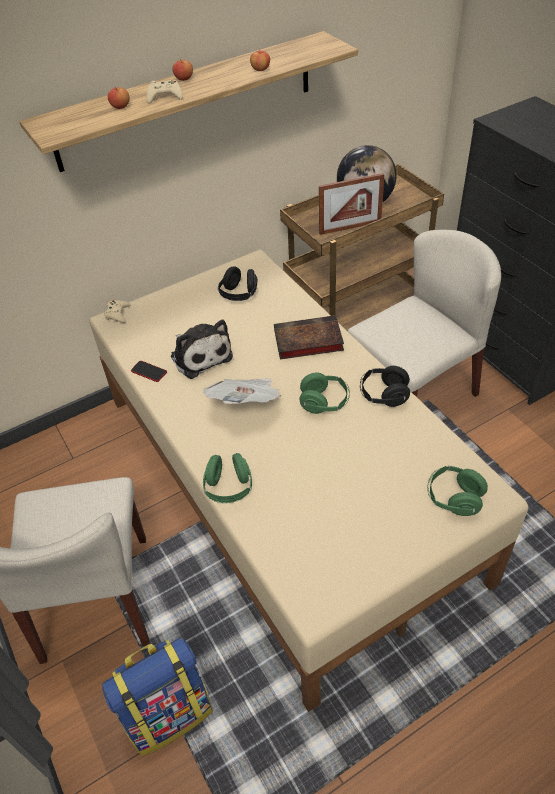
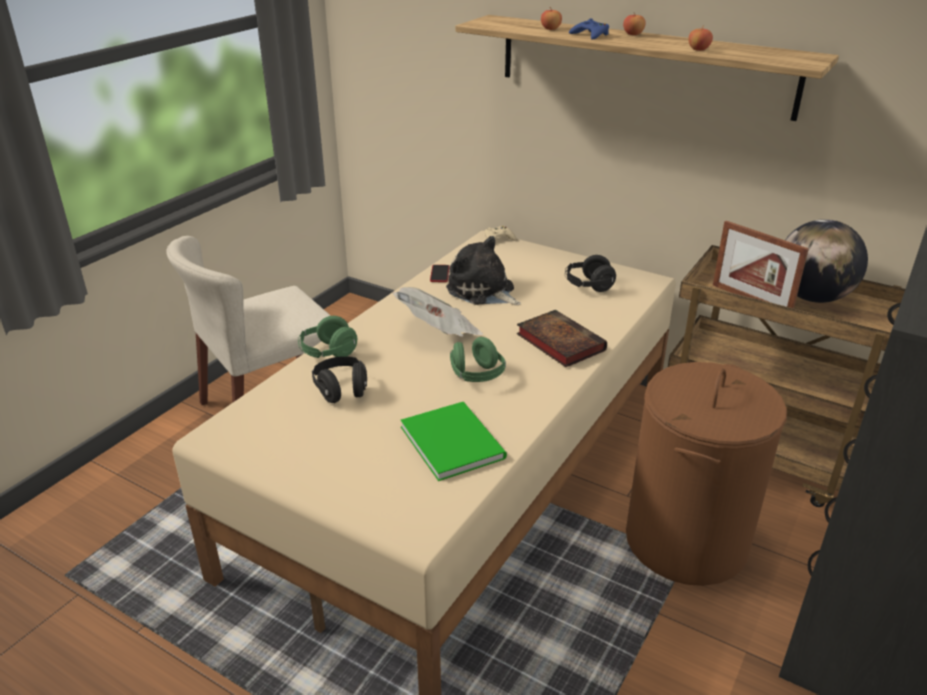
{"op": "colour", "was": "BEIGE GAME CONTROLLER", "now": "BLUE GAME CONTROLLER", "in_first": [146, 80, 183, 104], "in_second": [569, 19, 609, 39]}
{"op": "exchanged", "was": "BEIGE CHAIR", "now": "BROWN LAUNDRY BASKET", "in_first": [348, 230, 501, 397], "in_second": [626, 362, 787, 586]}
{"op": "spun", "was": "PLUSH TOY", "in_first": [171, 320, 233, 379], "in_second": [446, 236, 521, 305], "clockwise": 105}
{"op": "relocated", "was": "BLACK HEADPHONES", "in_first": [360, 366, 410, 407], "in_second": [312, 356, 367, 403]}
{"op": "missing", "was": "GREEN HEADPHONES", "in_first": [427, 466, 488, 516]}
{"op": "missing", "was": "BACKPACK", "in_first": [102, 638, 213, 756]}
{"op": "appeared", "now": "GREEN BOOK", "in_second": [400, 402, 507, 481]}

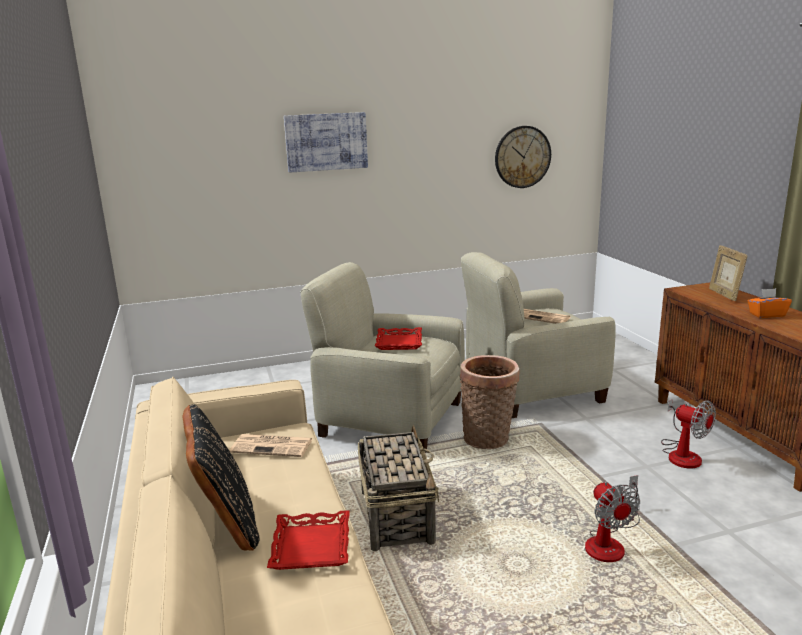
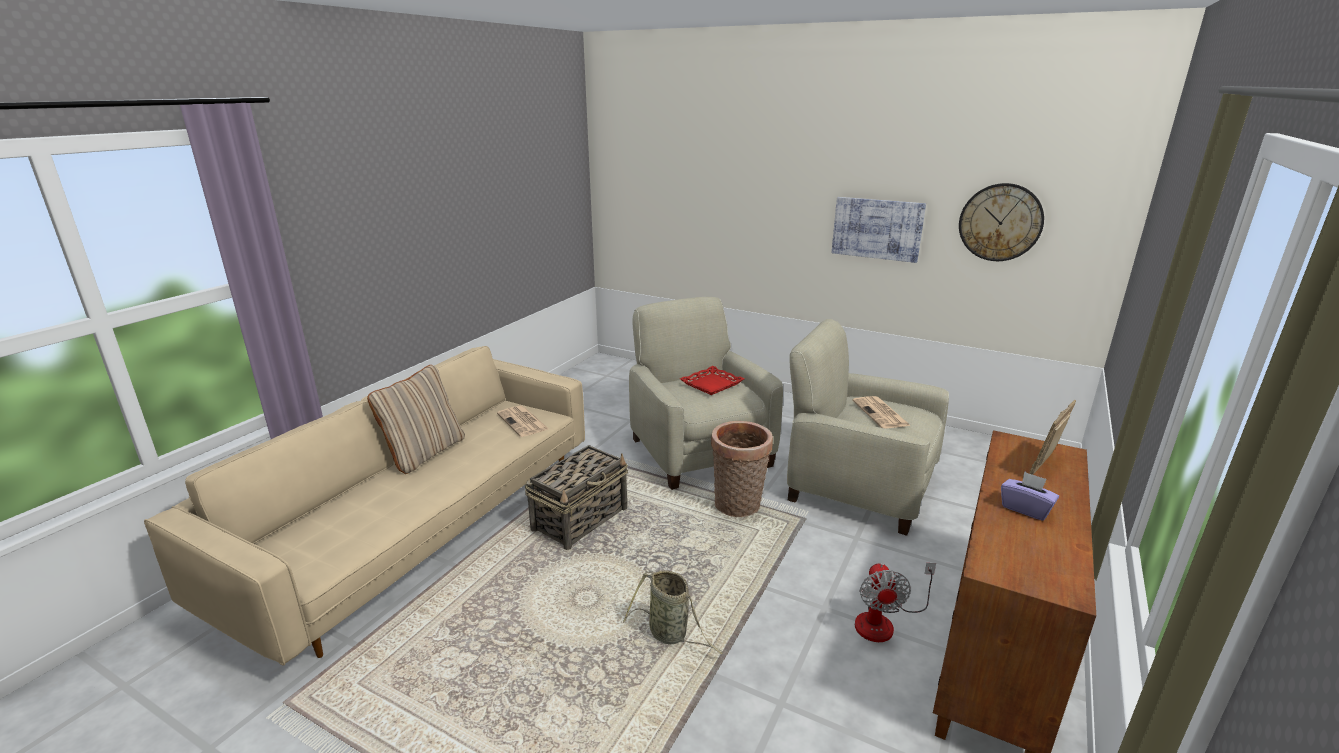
{"op": "relocated", "was": "PICTURE", "in_first": [284, 112, 368, 173], "in_second": [832, 197, 926, 263]}
{"op": "colour", "was": "ORANGE TISSUE BOX", "now": "PURPLE TISSUE BOX", "in_first": [748, 288, 792, 318], "in_second": [1001, 471, 1059, 521]}
{"op": "colour", "was": "BLACK PILLOW", "now": "BEIGE PILLOW", "in_first": [183, 404, 260, 551], "in_second": [367, 365, 465, 474]}
{"op": "exchanged", "was": "FAN", "now": "BASKET", "in_first": [585, 475, 640, 562], "in_second": [623, 570, 723, 654]}
{"op": "missing", "was": "RED TRAY", "in_first": [267, 510, 349, 570]}

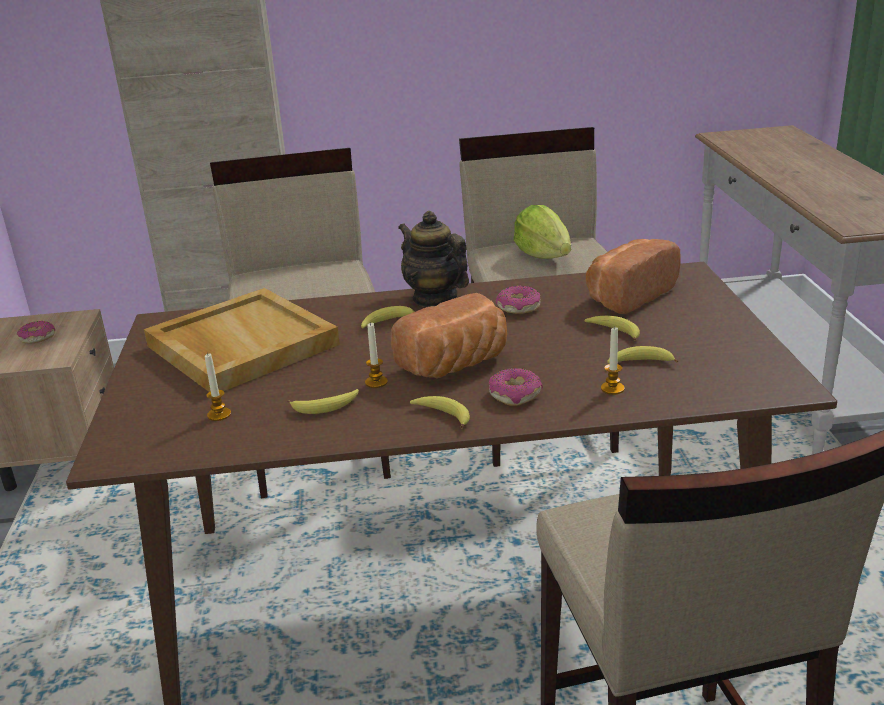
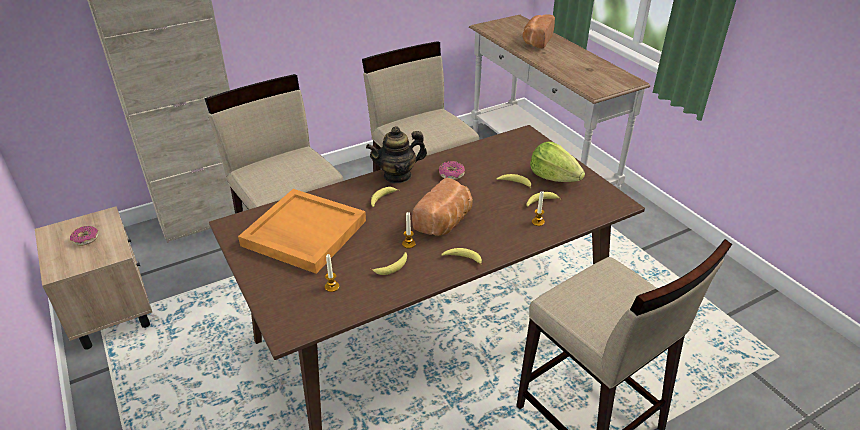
{"op": "relocated", "was": "LETTUCE", "in_first": [513, 205, 571, 259], "in_second": [530, 142, 585, 182]}
{"op": "spun", "was": "TEAPOT", "in_first": [398, 211, 469, 307], "in_second": [366, 126, 427, 183], "clockwise": -45}
{"op": "relocated", "was": "BREAD", "in_first": [586, 239, 681, 314], "in_second": [523, 14, 555, 49]}
{"op": "colour", "was": "BEIGE TRAY", "now": "ORANGE TRAY", "in_first": [144, 288, 340, 392], "in_second": [238, 189, 366, 274]}
{"op": "missing", "was": "DONUT", "in_first": [489, 368, 543, 406]}

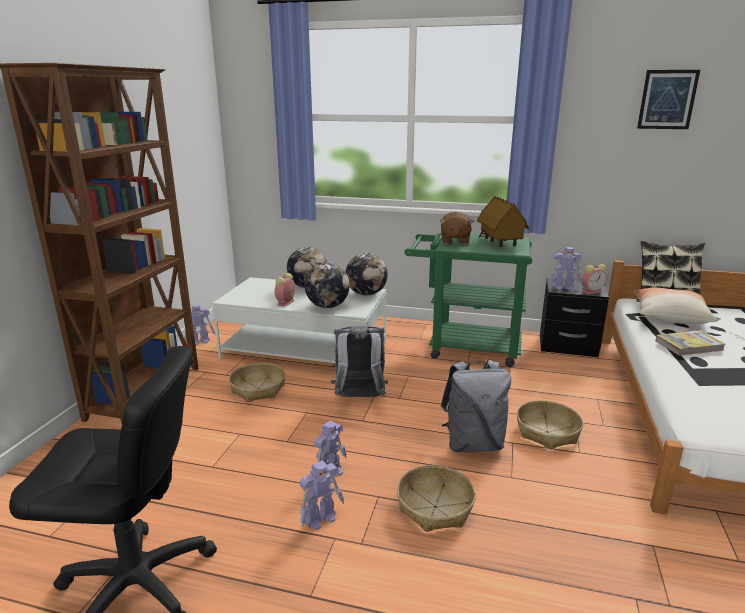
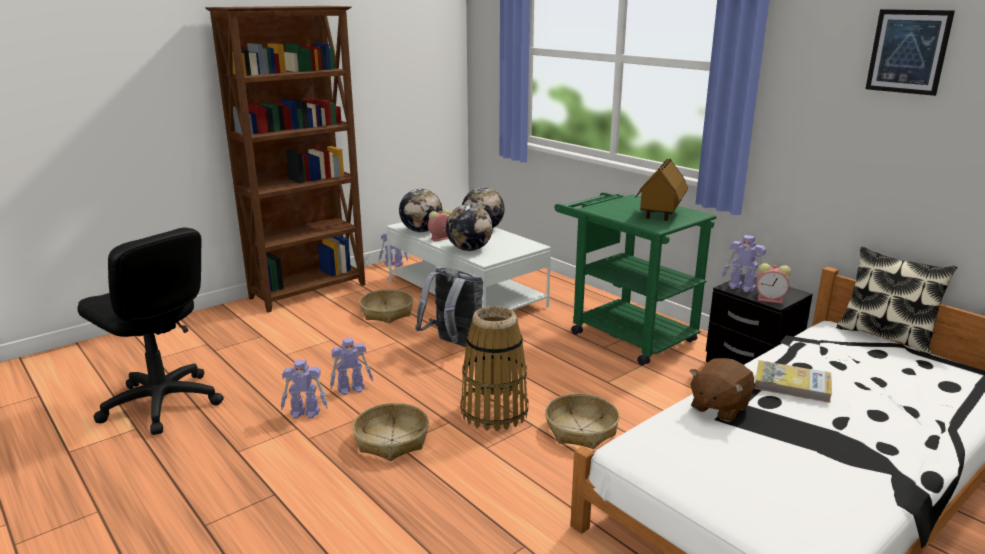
{"op": "relocated", "was": "BROWN PLUSH TOY", "in_first": [440, 212, 474, 245], "in_second": [690, 358, 754, 422]}
{"op": "relocated", "was": "GLOBE", "in_first": [346, 253, 388, 296], "in_second": [399, 189, 442, 232]}
{"op": "missing", "was": "PILLOW", "in_first": [634, 288, 718, 324]}
{"op": "exchanged", "was": "GREY BACKPACK", "now": "BASKET", "in_first": [441, 360, 511, 452], "in_second": [460, 306, 528, 431]}

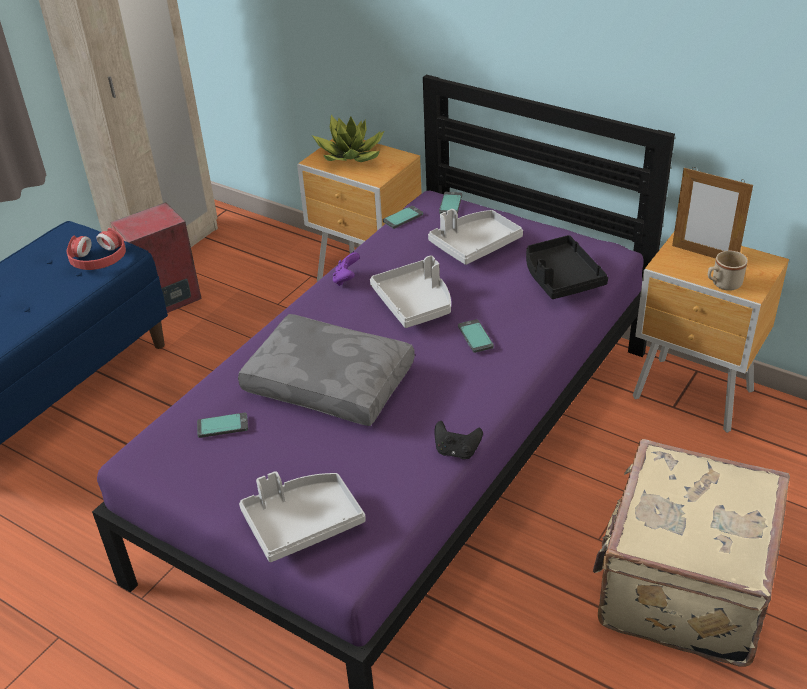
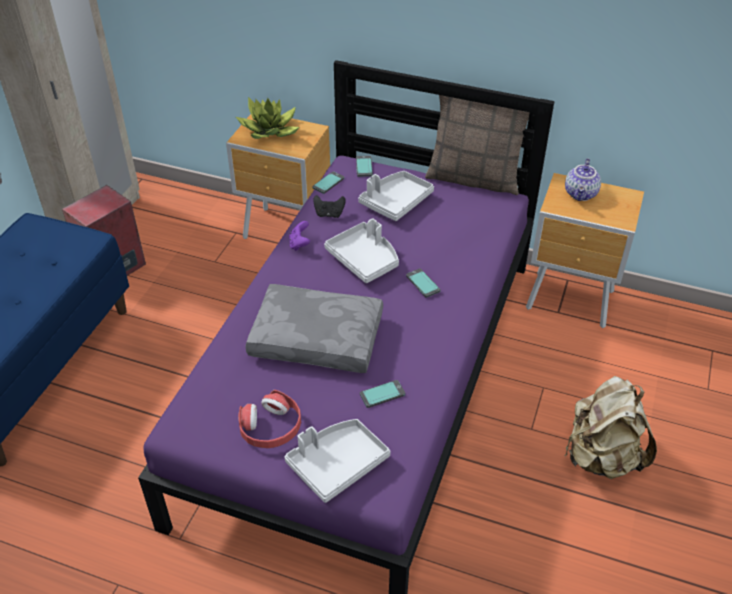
{"op": "exchanged", "was": "PICTURE FRAME", "now": "TEAPOT", "in_first": [672, 168, 753, 259], "in_second": [565, 158, 601, 201]}
{"op": "relocated", "was": "RED HEADPHONES", "in_first": [67, 228, 126, 270], "in_second": [238, 390, 301, 448]}
{"op": "missing", "was": "BLACK TRAY", "in_first": [526, 235, 608, 299]}
{"op": "missing", "was": "BEIGE MUG", "in_first": [708, 251, 748, 291]}
{"op": "relocated", "was": "PHONE", "in_first": [197, 412, 248, 438], "in_second": [360, 380, 405, 408]}
{"op": "relocated", "was": "BLACK GAME CONTROLLER", "in_first": [435, 421, 483, 459], "in_second": [313, 195, 346, 218]}
{"op": "exchanged", "was": "BEIGE SUITCASE", "now": "BEIGE BACKPACK", "in_first": [593, 439, 790, 667], "in_second": [564, 376, 657, 479]}
{"op": "appeared", "now": "PILLOW", "in_second": [425, 95, 530, 195]}

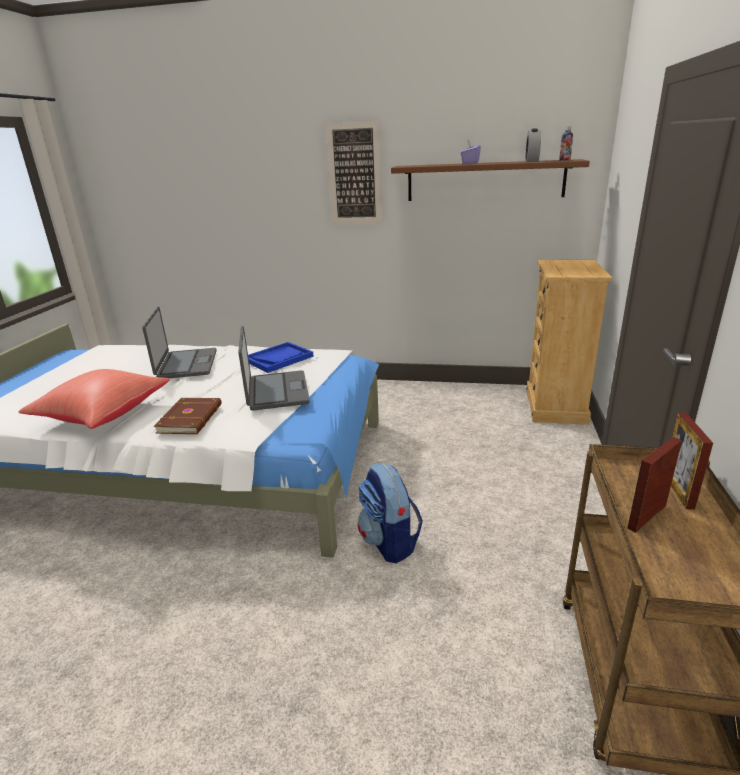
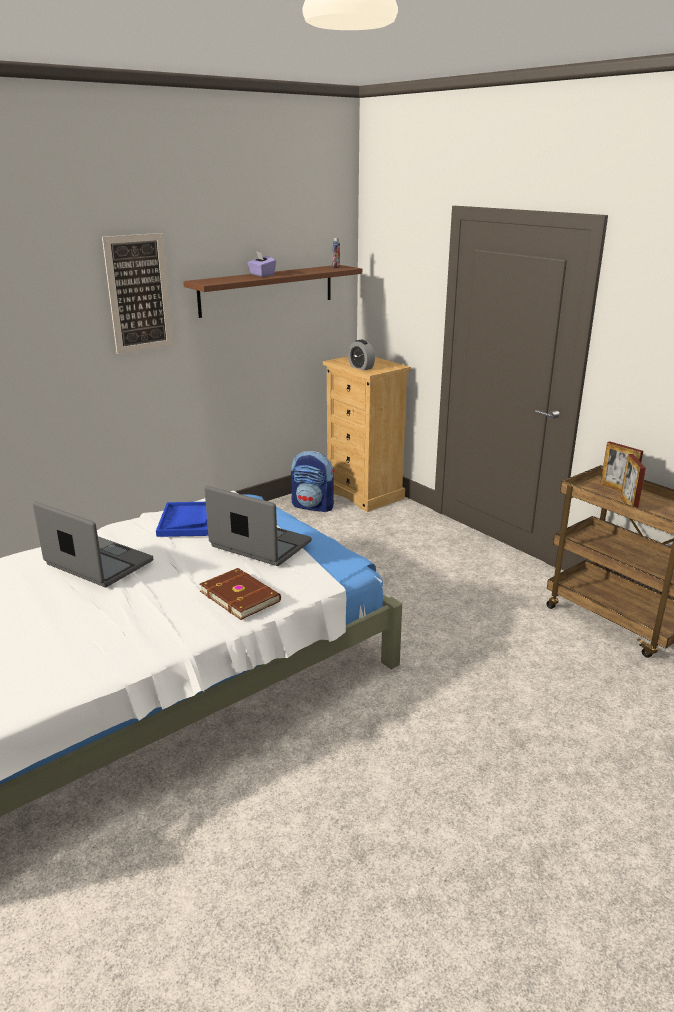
{"op": "relocated", "was": "ALARM CLOCK", "in_first": [525, 128, 541, 162], "in_second": [348, 340, 375, 370]}
{"op": "missing", "was": "RED PILLOW", "in_first": [19, 369, 170, 429]}
{"op": "relocated", "was": "BACKPACK", "in_first": [358, 462, 423, 563], "in_second": [291, 451, 335, 512]}

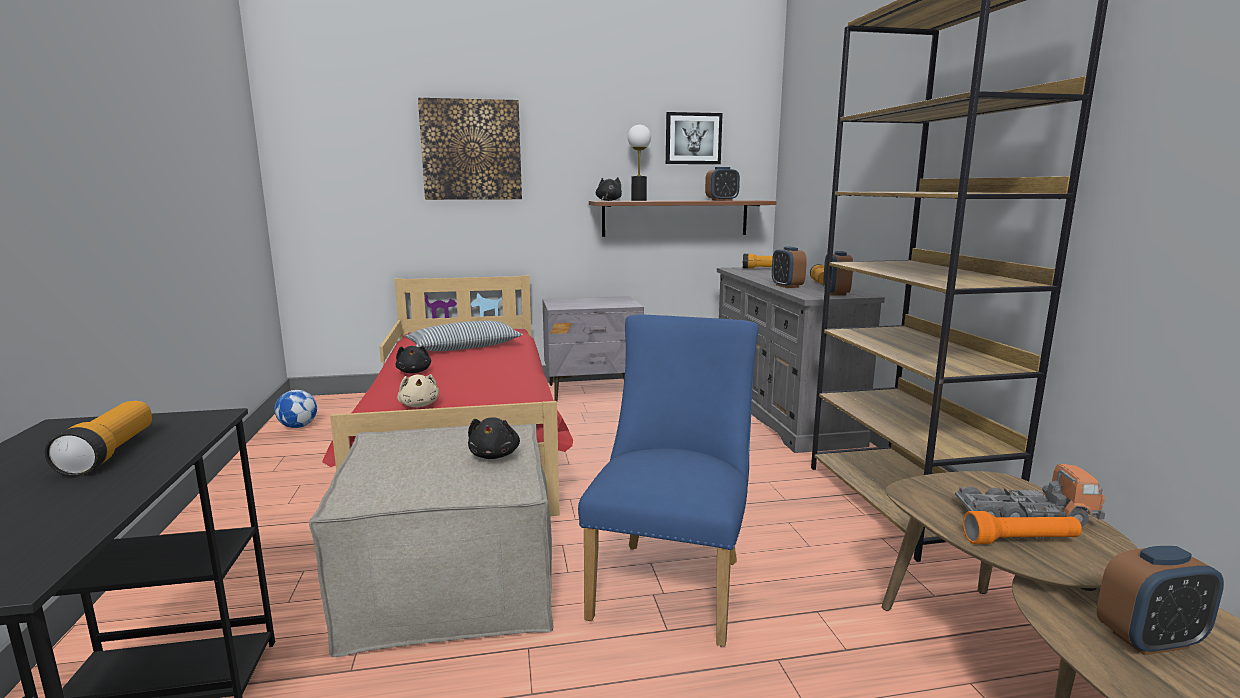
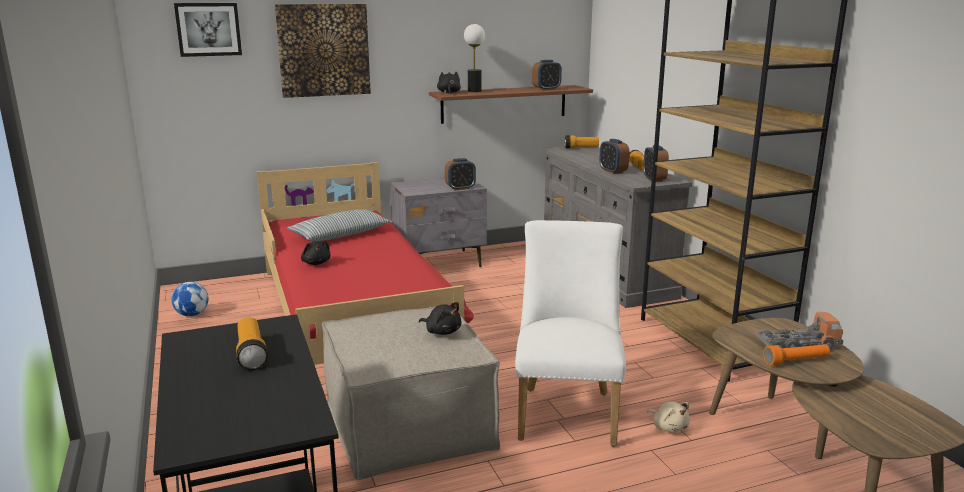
{"op": "relocated", "was": "PICTURE", "in_first": [666, 112, 723, 164], "in_second": [174, 3, 242, 57]}
{"op": "colour", "was": "BLUE CHAIR", "now": "WHITE CHAIR", "in_first": [578, 315, 759, 647], "in_second": [515, 220, 626, 447]}
{"op": "relocated", "was": "BEIGE PLUSH TOY", "in_first": [397, 374, 439, 407], "in_second": [648, 402, 690, 432]}
{"op": "spun", "was": "BLACK PLUSH TOY", "in_first": [468, 417, 520, 459], "in_second": [419, 302, 461, 335], "clockwise": -45}
{"op": "relocated", "was": "ALARM CLOCK", "in_first": [1097, 546, 1224, 655], "in_second": [445, 158, 476, 190]}

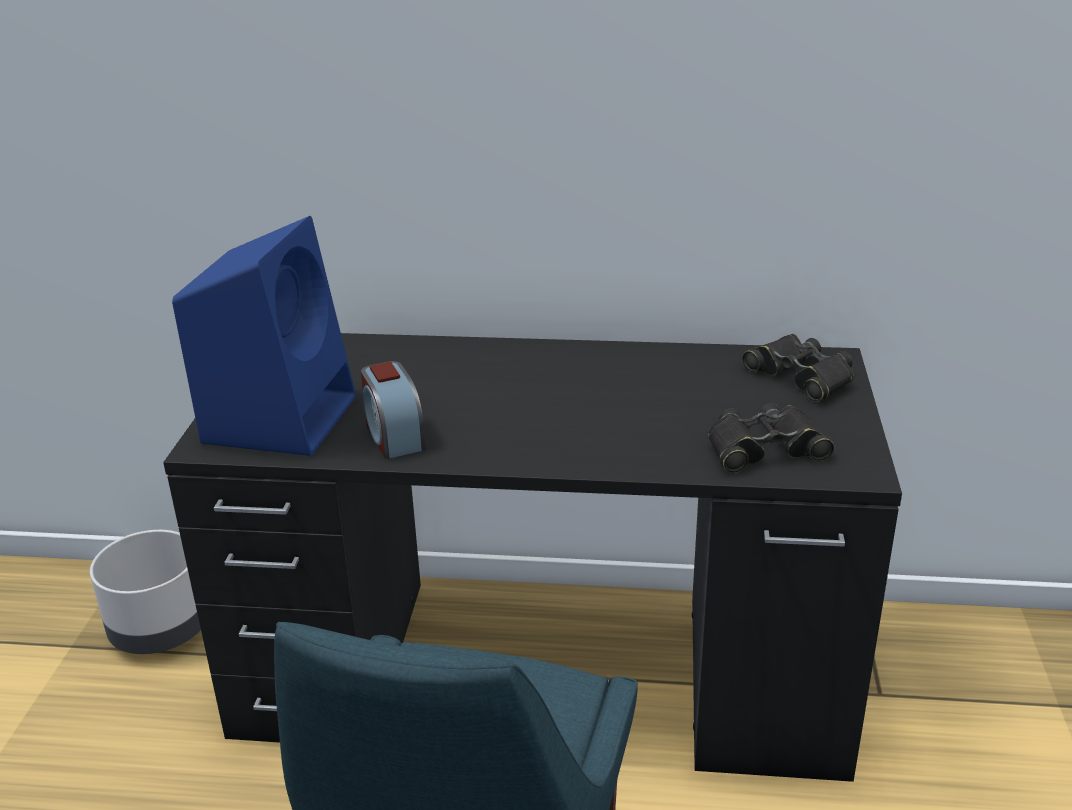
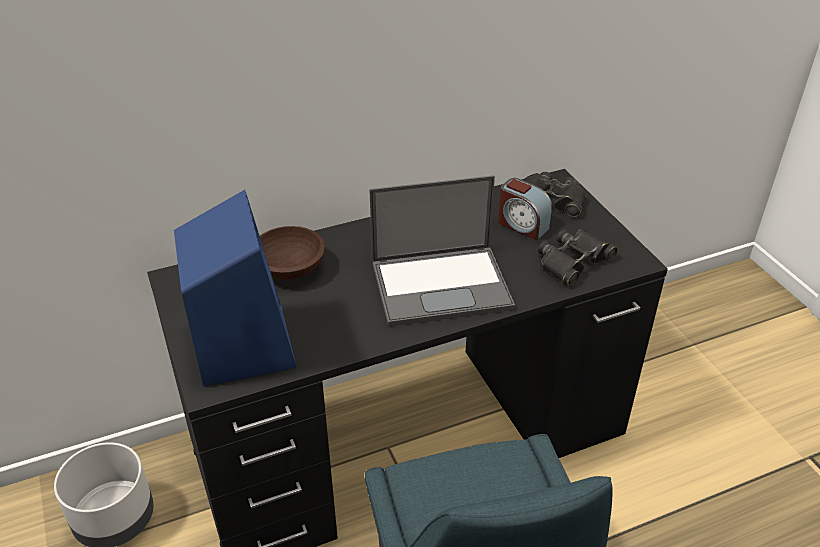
{"op": "relocated", "was": "ALARM CLOCK", "in_first": [361, 361, 426, 459], "in_second": [498, 178, 553, 240]}
{"op": "appeared", "now": "LAPTOP", "in_second": [369, 175, 515, 327]}
{"op": "appeared", "now": "BROWN BOWL", "in_second": [260, 226, 325, 280]}

